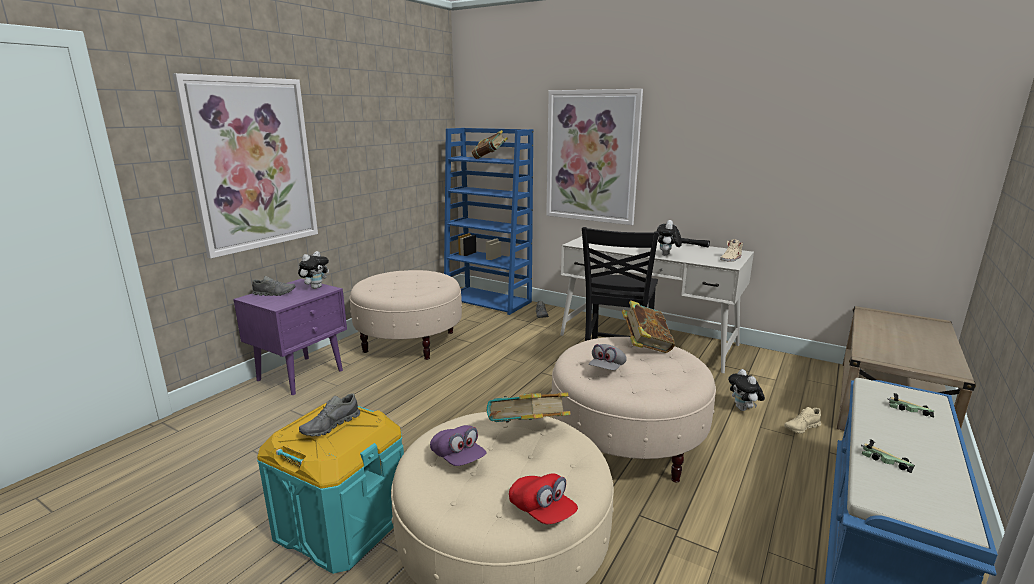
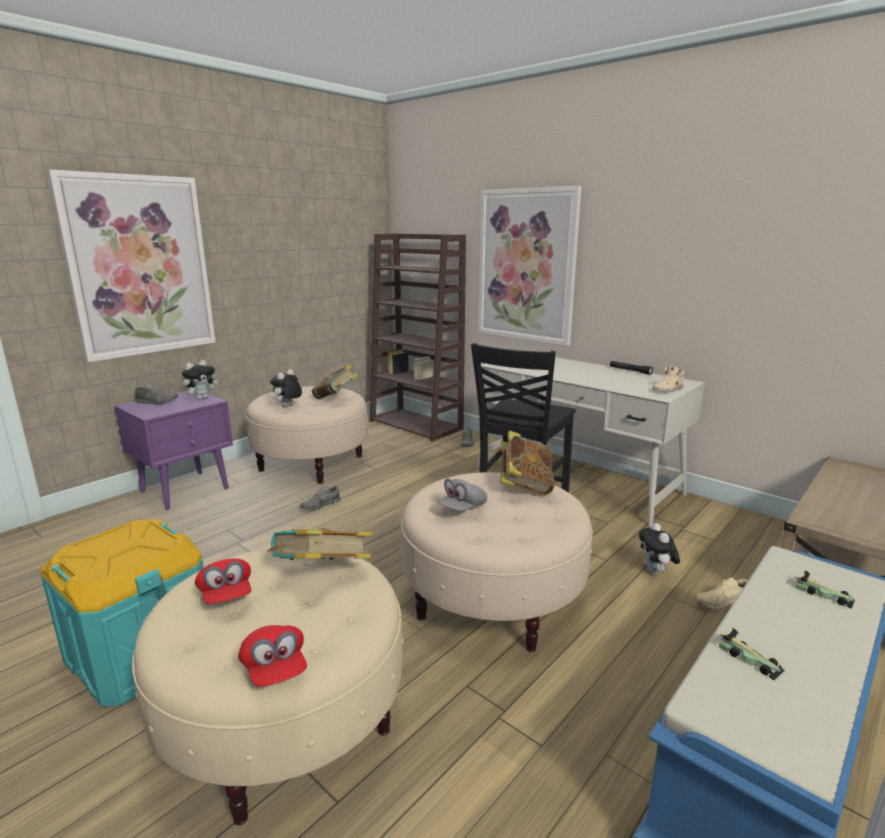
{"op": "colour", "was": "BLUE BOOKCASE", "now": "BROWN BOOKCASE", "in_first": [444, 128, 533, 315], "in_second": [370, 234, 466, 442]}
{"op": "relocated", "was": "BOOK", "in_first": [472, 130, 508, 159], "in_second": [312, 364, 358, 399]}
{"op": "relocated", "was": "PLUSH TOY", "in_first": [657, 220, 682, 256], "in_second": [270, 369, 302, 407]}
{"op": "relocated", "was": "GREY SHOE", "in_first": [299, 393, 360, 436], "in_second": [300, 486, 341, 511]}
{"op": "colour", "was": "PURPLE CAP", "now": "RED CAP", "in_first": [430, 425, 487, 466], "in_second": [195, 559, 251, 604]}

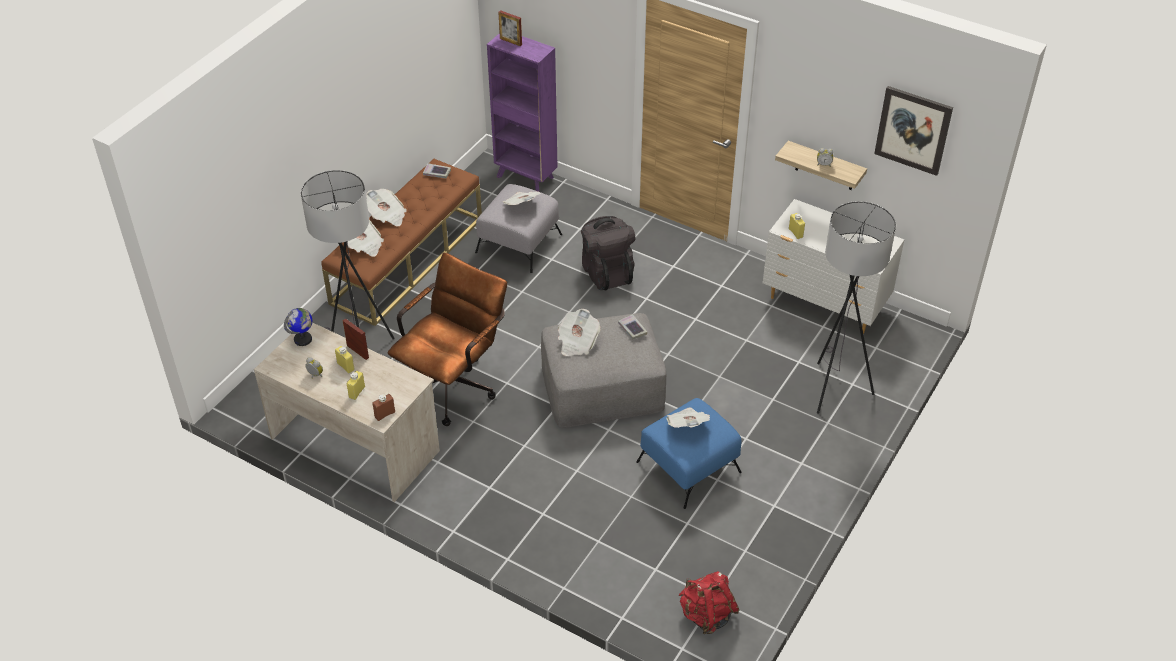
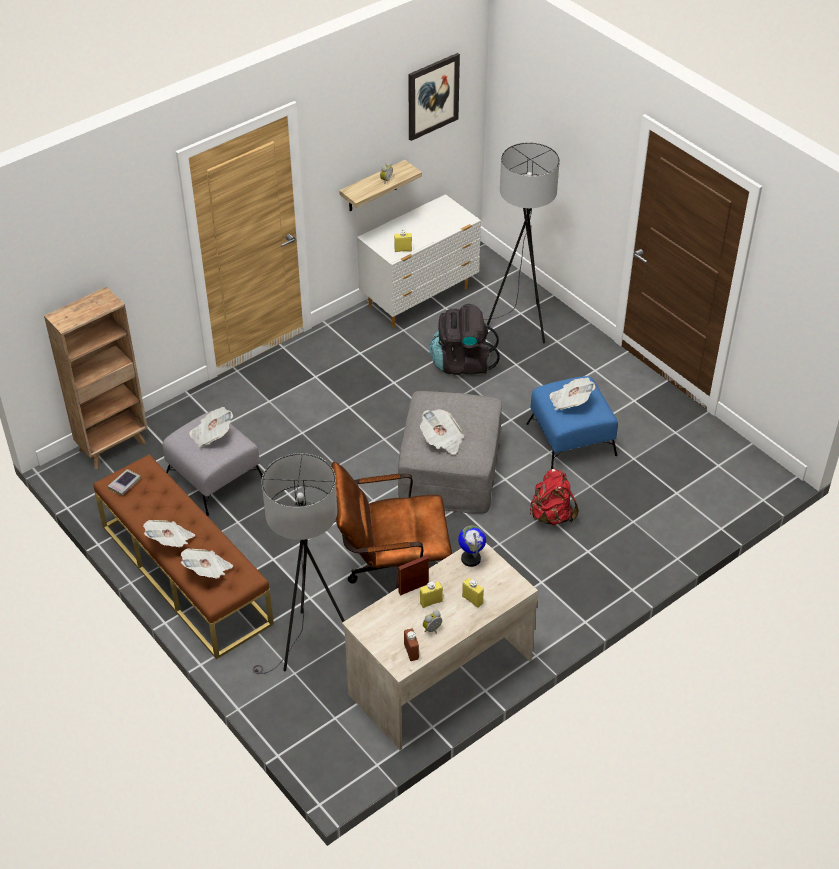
{"op": "missing", "was": "PICTURE FRAME", "in_first": [498, 10, 522, 46]}
{"op": "colour", "was": "PURPLE BOOKCASE", "now": "BROWN BOOKCASE", "in_first": [487, 33, 558, 192], "in_second": [44, 287, 148, 469]}
{"op": "relocated", "was": "BLACK BACKPACK", "in_first": [581, 216, 635, 290], "in_second": [429, 304, 500, 375]}
{"op": "spun", "was": "BROWN OFFICE CHAIR", "in_first": [388, 253, 507, 426], "in_second": [331, 462, 452, 589], "clockwise": -60}
{"op": "relocated", "was": "GLOBE", "in_first": [284, 308, 312, 346], "in_second": [458, 526, 486, 567]}
{"op": "missing", "was": "BOOK", "in_first": [618, 314, 647, 340]}
{"op": "relocated", "was": "BROWN BOTTLE", "in_first": [372, 394, 395, 421], "in_second": [404, 629, 419, 661]}
{"op": "relocated", "was": "RED BACKPACK", "in_first": [679, 571, 740, 634], "in_second": [529, 469, 579, 525]}

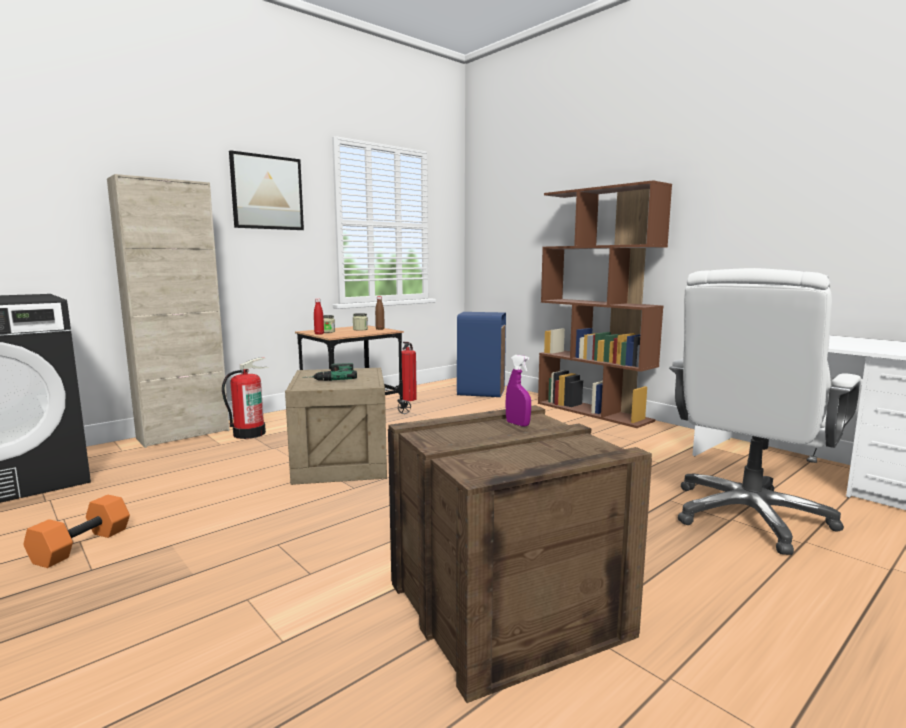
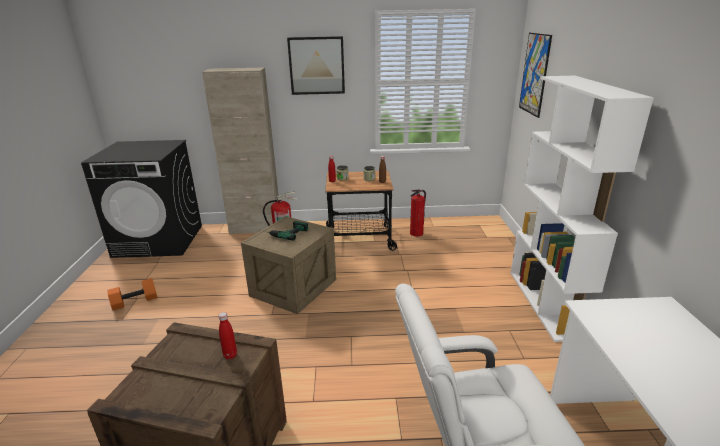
{"op": "colour", "was": "BROWN BOOKCASE", "now": "WHITE BOOKCASE", "in_first": [538, 180, 672, 428], "in_second": [511, 76, 654, 342]}
{"op": "missing", "was": "BLUE TRASH CAN", "in_first": [457, 312, 506, 397]}
{"op": "exchanged", "was": "PURPLE SPRAY BOTTLE", "now": "RED BOTTLE", "in_first": [505, 355, 531, 427], "in_second": [218, 312, 237, 359]}
{"op": "appeared", "now": "PICTURE", "in_second": [519, 33, 552, 118]}

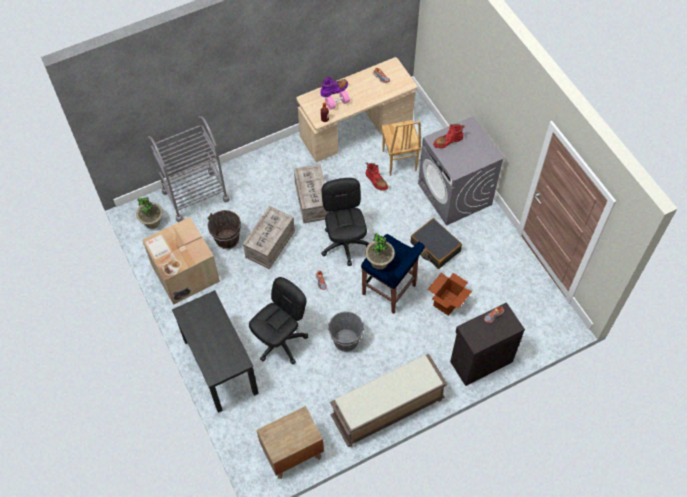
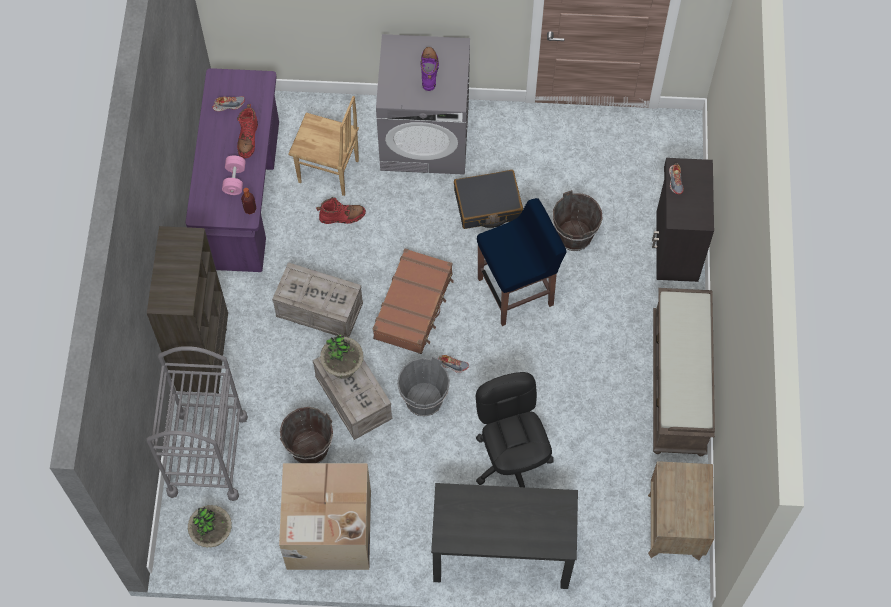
{"op": "colour", "was": "BEIGE DESK", "now": "PURPLE DESK", "in_first": [296, 57, 417, 162], "in_second": [186, 68, 279, 272]}
{"op": "relocated", "was": "PURPLE BOOT", "in_first": [320, 76, 348, 97], "in_second": [420, 47, 439, 91]}
{"op": "relocated", "was": "RED BOOT", "in_first": [433, 124, 465, 148], "in_second": [237, 104, 258, 158]}
{"op": "exchanged", "was": "BLACK OFFICE CHAIR", "now": "BROWN SUITCASE", "in_first": [321, 178, 370, 266], "in_second": [373, 248, 454, 354]}
{"op": "relocated", "was": "POTTED PLANT", "in_first": [365, 233, 395, 270], "in_second": [320, 333, 364, 379]}
{"op": "exchanged", "was": "CARDBOARD BOX", "now": "BROWN BUCKET", "in_first": [428, 273, 472, 316], "in_second": [553, 190, 602, 251]}
{"op": "relocated", "was": "GREY BUCKET", "in_first": [328, 312, 364, 352], "in_second": [397, 356, 450, 417]}
{"op": "appeared", "now": "BROWN BOOKCASE", "in_second": [147, 226, 228, 393]}

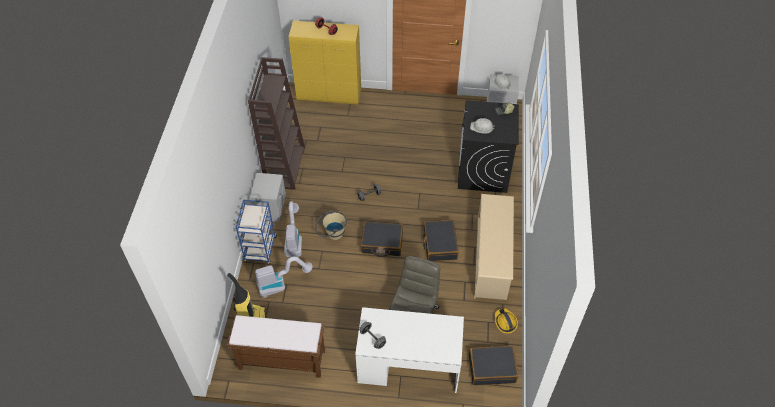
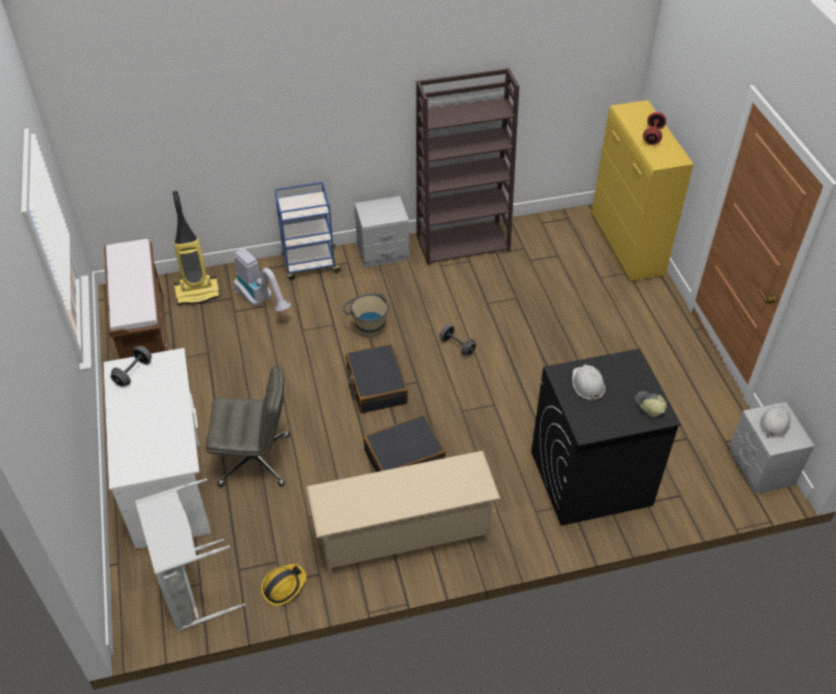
{"op": "missing", "was": "VACUUM CLEANER", "in_first": [284, 201, 302, 257]}
{"op": "exchanged", "was": "BLACK SUITCASE", "now": "GREY LAUNDRY BASKET", "in_first": [469, 346, 518, 385], "in_second": [135, 478, 245, 631]}

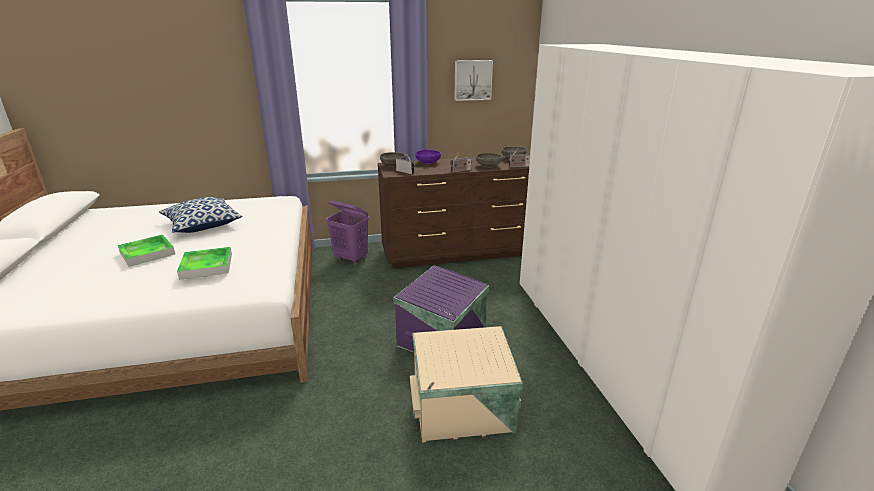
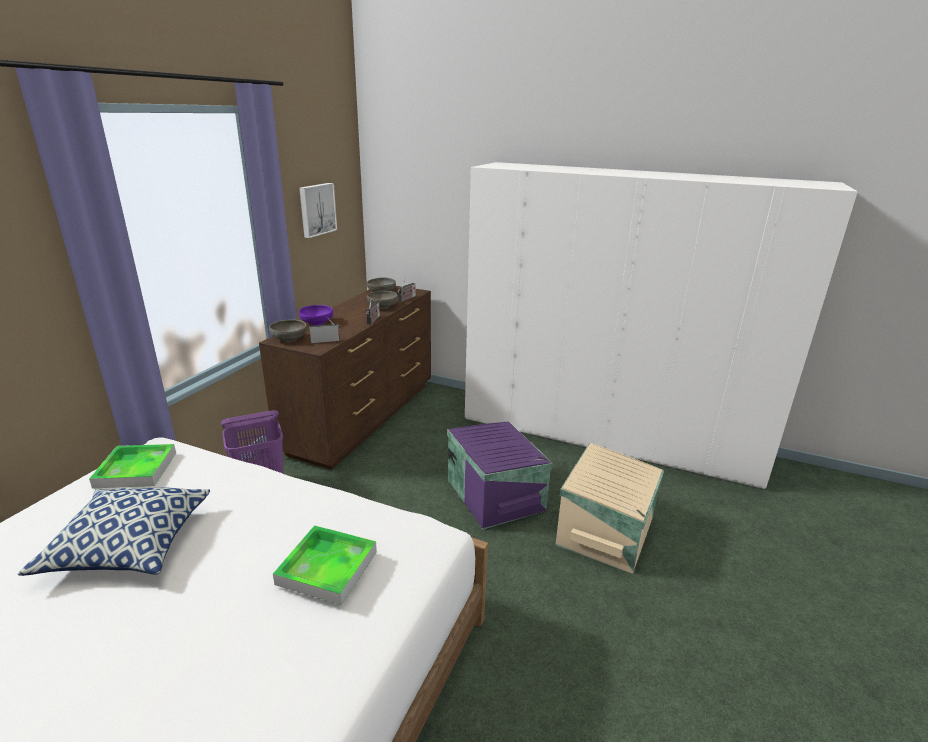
{"op": "relocated", "was": "TRAY", "in_first": [118, 234, 175, 267], "in_second": [89, 444, 176, 489]}

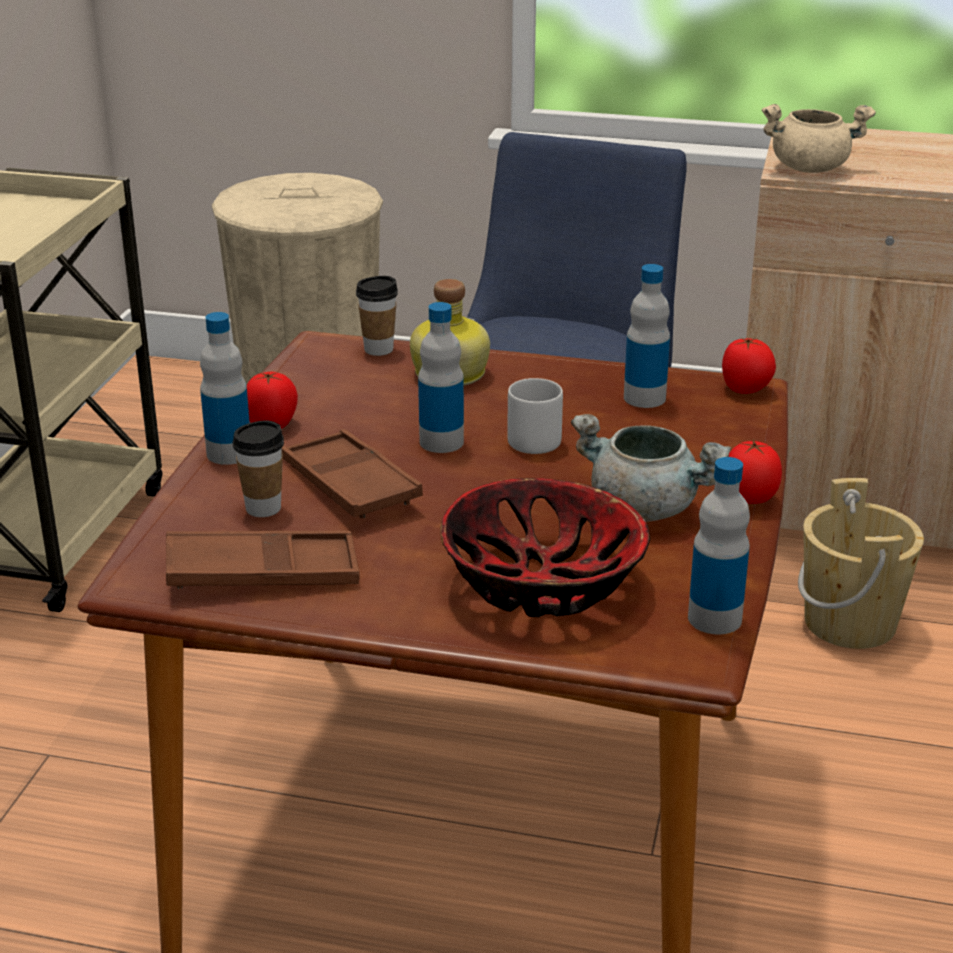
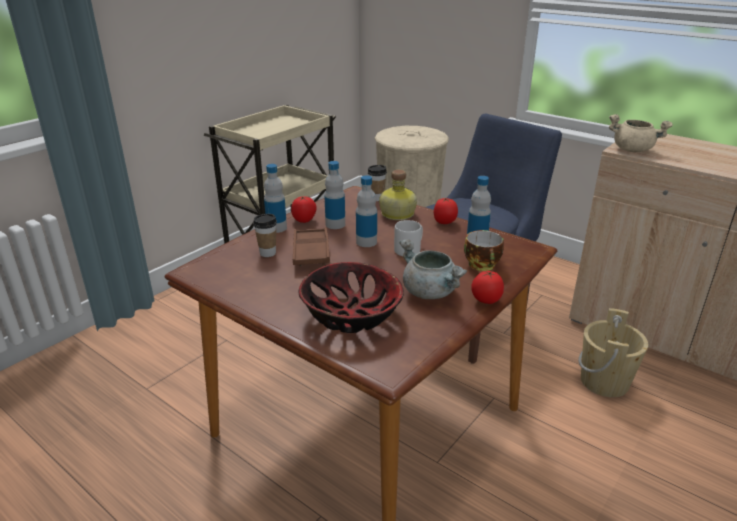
{"op": "relocated", "was": "TOMATO", "in_first": [722, 338, 776, 394], "in_second": [434, 198, 458, 224]}
{"op": "relocated", "was": "BOTTLE", "in_first": [688, 457, 750, 634], "in_second": [324, 161, 345, 229]}
{"op": "missing", "was": "BROWN TRAY", "in_first": [166, 531, 360, 589]}
{"op": "appeared", "now": "CUP", "in_second": [464, 230, 504, 271]}

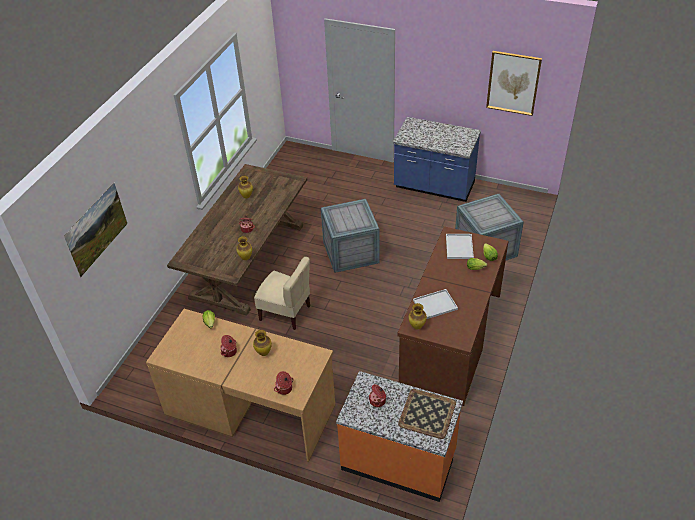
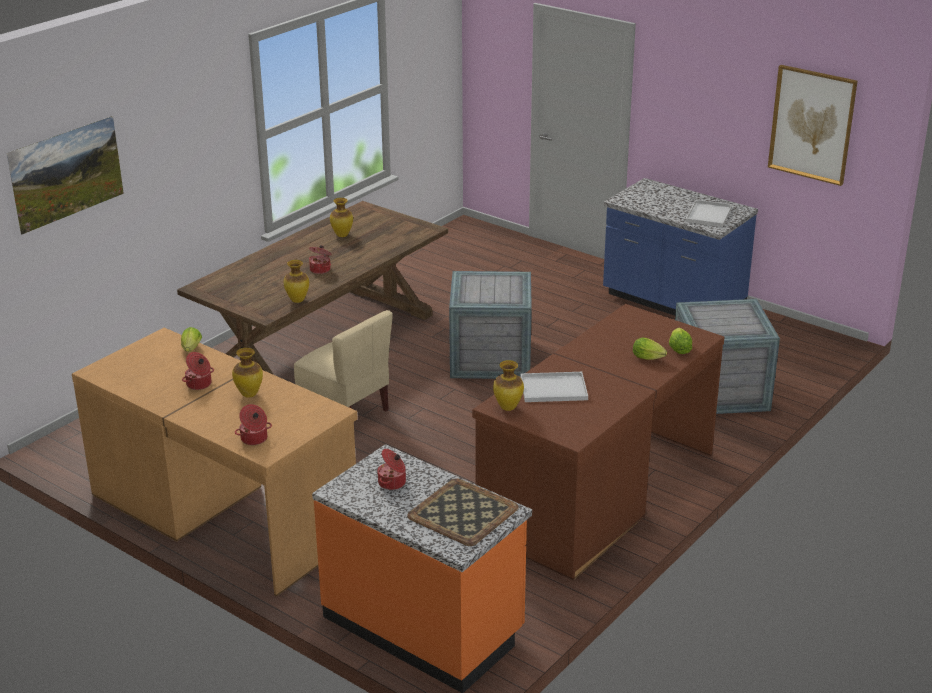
{"op": "relocated", "was": "WHITE TRAY", "in_first": [446, 234, 474, 259], "in_second": [685, 200, 732, 227]}

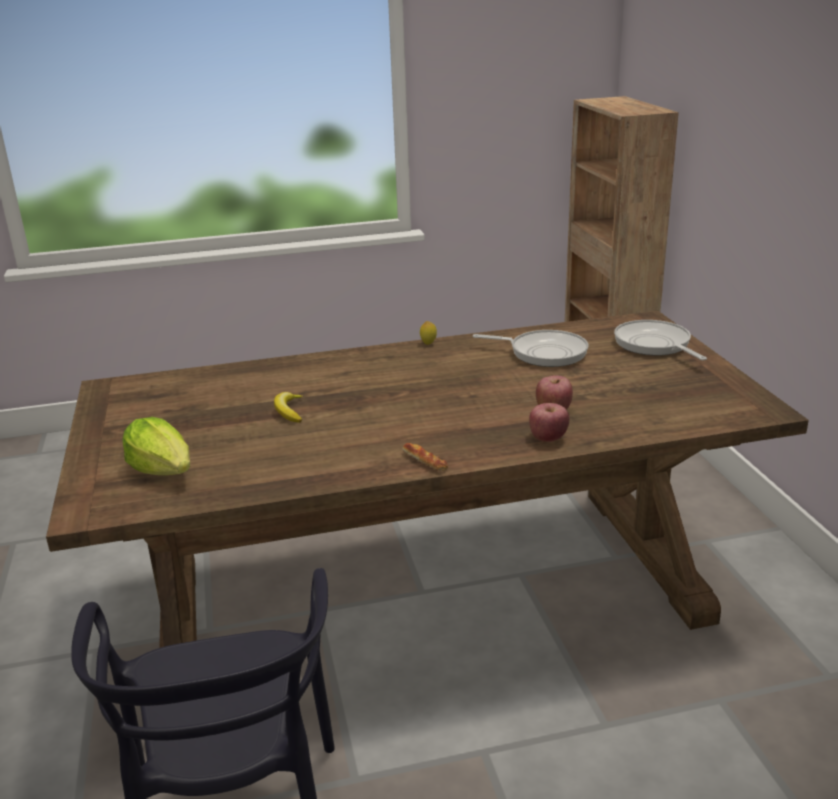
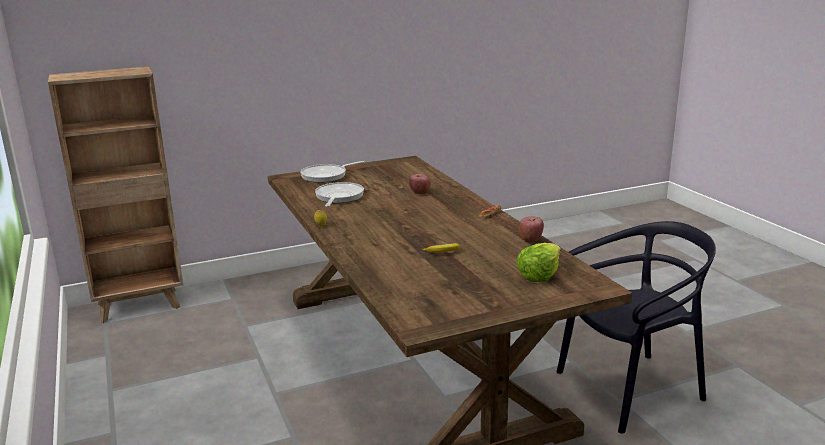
{"op": "relocated", "was": "APPLE", "in_first": [529, 403, 569, 442], "in_second": [518, 216, 544, 241]}

